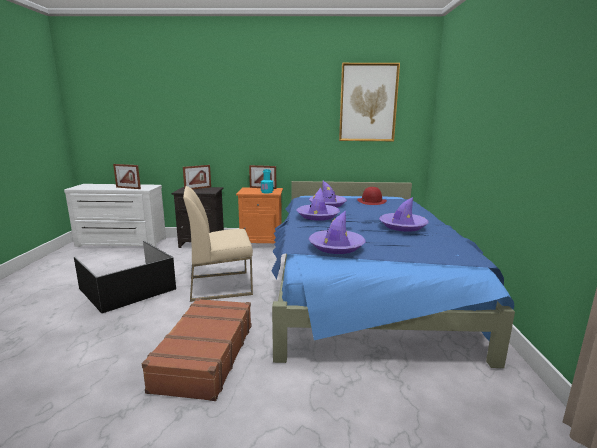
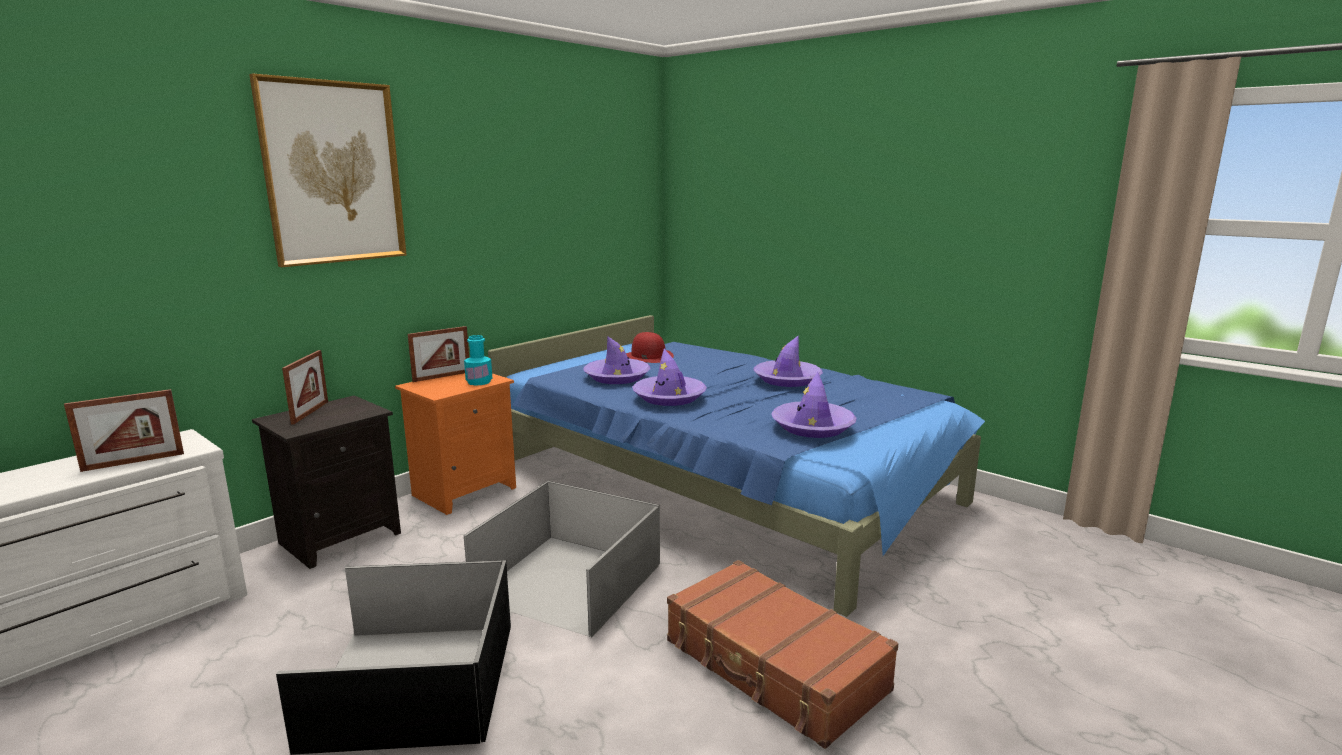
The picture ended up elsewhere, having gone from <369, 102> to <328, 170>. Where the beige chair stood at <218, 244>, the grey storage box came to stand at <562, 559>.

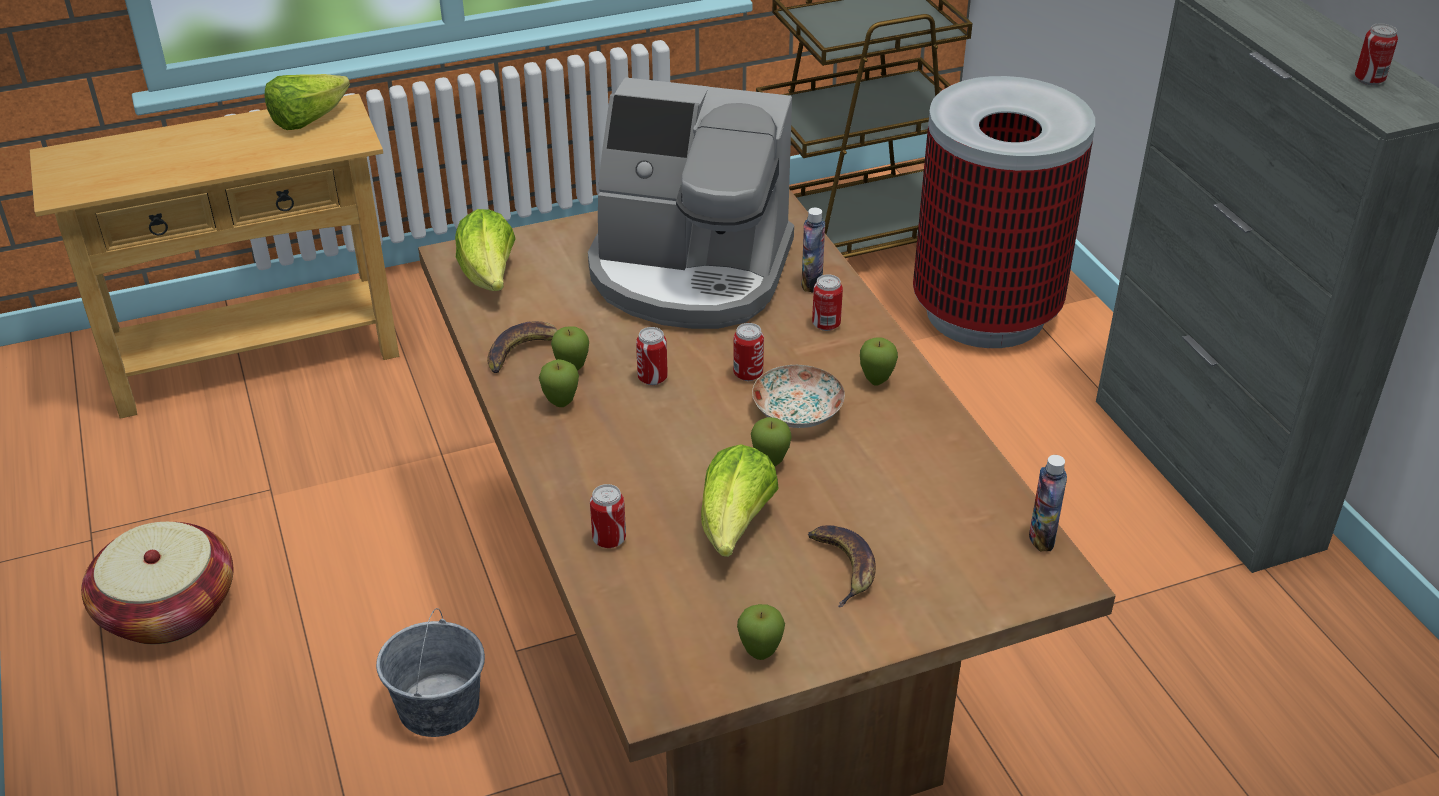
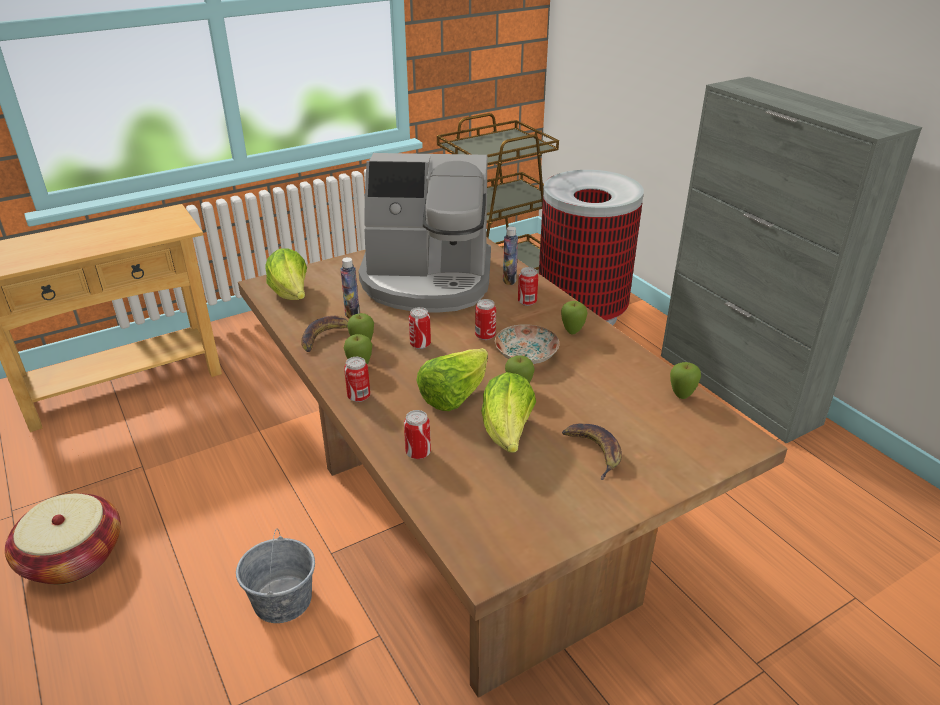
The lettuce ended up elsewhere, having gone from <307, 102> to <452, 379>. The apple ended up elsewhere, having gone from <761, 632> to <685, 380>. The bottle ended up elsewhere, having gone from <1048, 503> to <350, 288>. The can ended up elsewhere, having gone from <1376, 54> to <357, 379>.

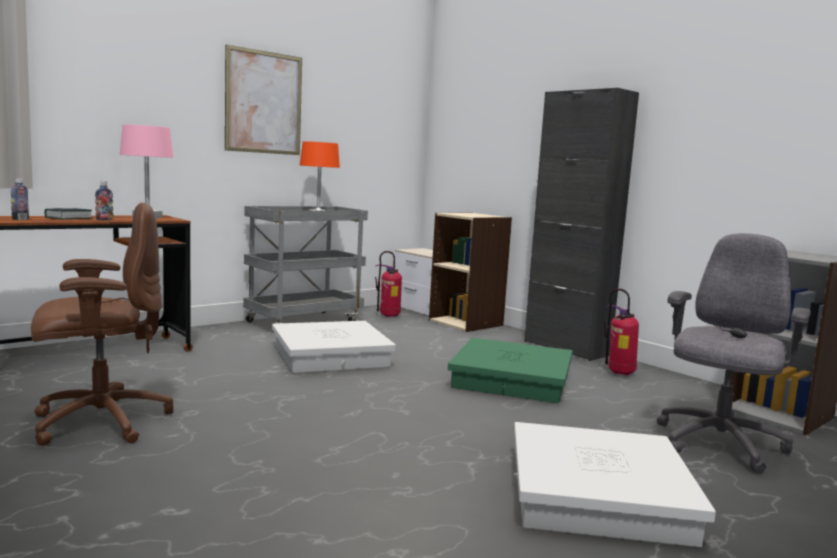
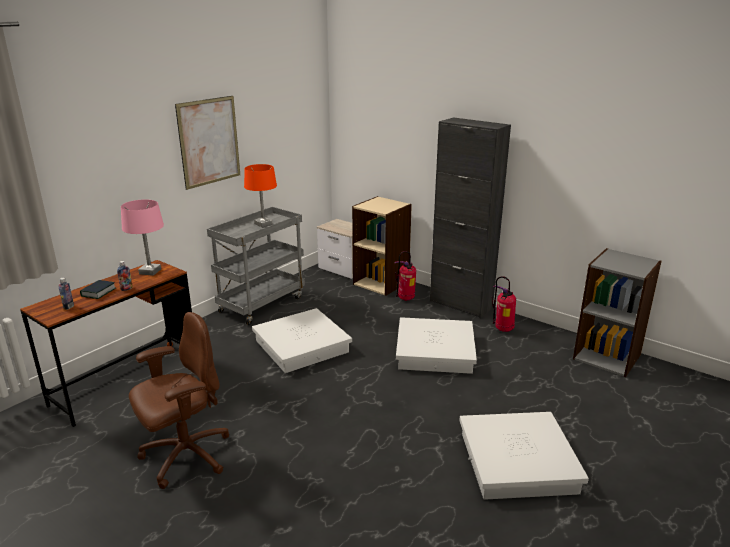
The second view lost the grey office chair at <734, 353>. The fire extinguisher ended up elsewhere, having gone from <388, 284> to <405, 276>. What was the green storage box at <510, 370> turned into the white storage box at <436, 345>.

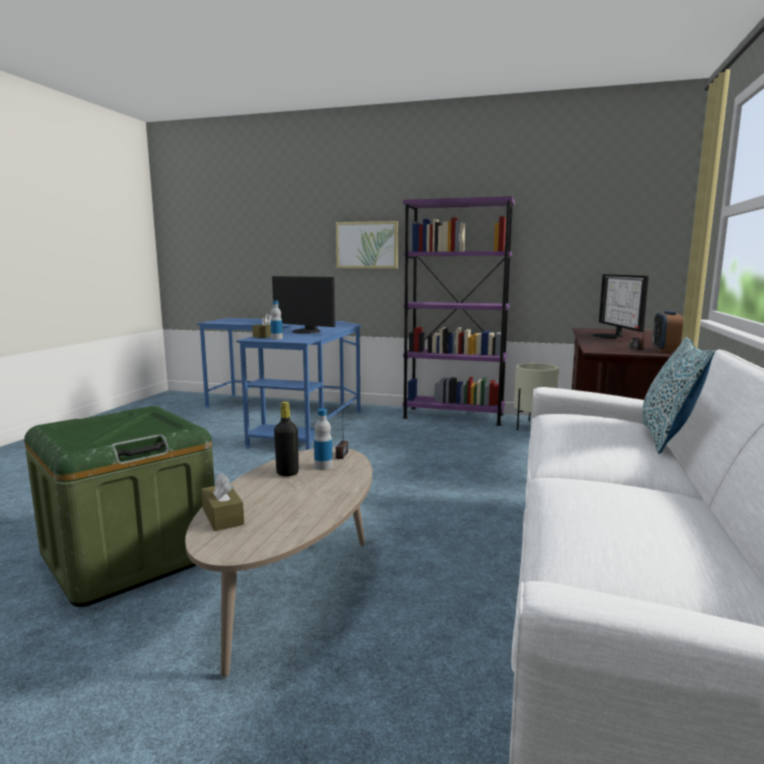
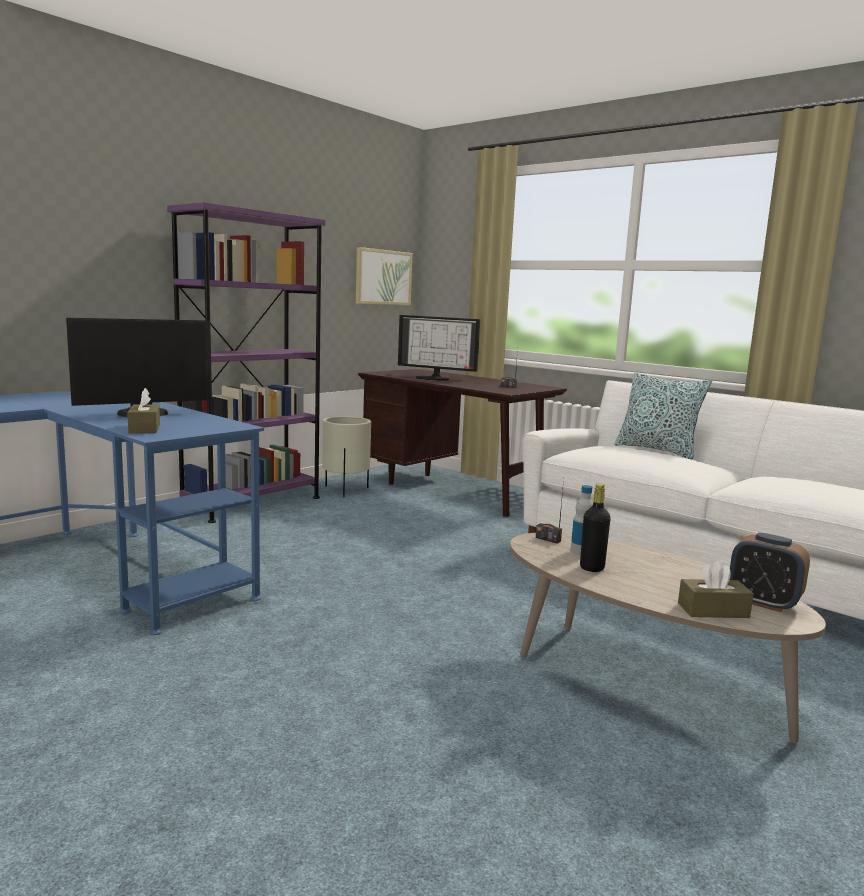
The second view lost the green storage box at <119, 506>. The second view lost the bottle at <276, 320>. The picture ended up elsewhere, having gone from <367, 244> to <384, 276>. The alarm clock ended up elsewhere, having gone from <667, 331> to <770, 572>.

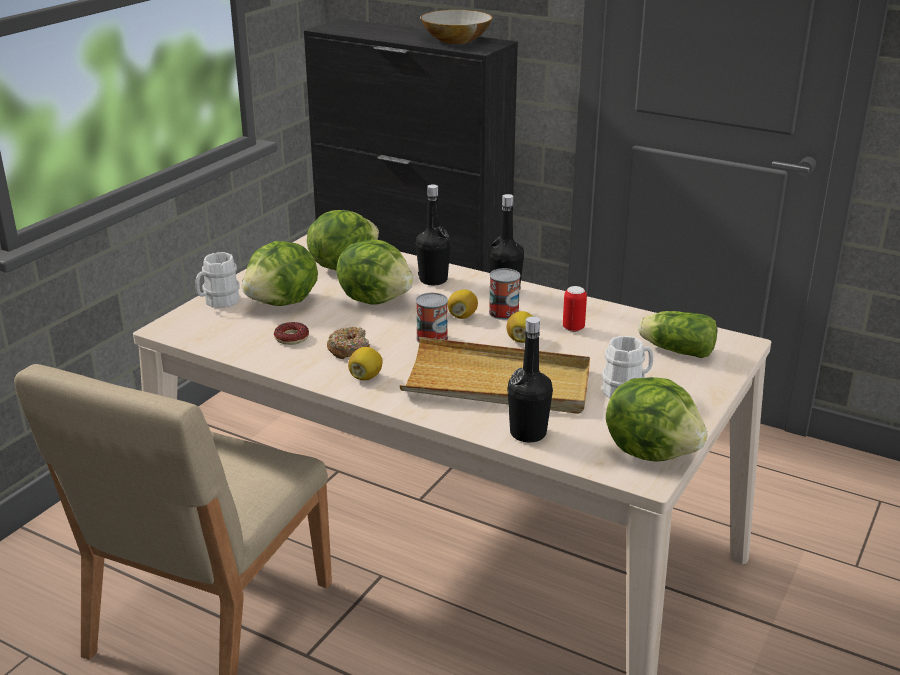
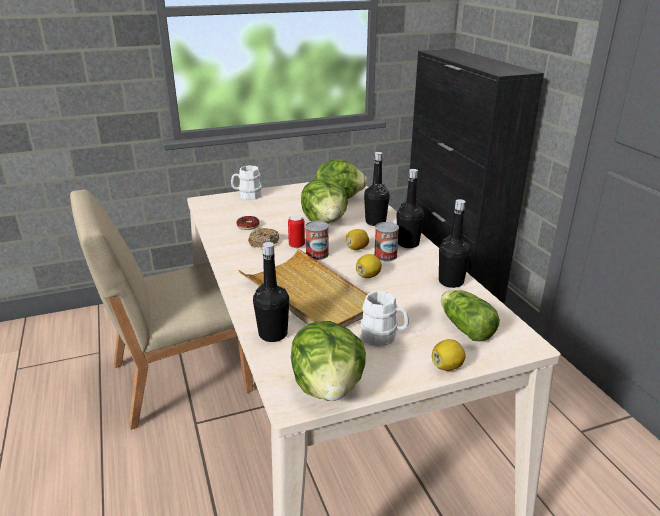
The second view lost the lettuce at <280, 273>. The second view lost the bowl at <456, 27>. The second view gained the black bottle at <455, 243>. The lemon ended up elsewhere, having gone from <365, 364> to <449, 355>. The can ended up elsewhere, having gone from <575, 309> to <296, 231>.

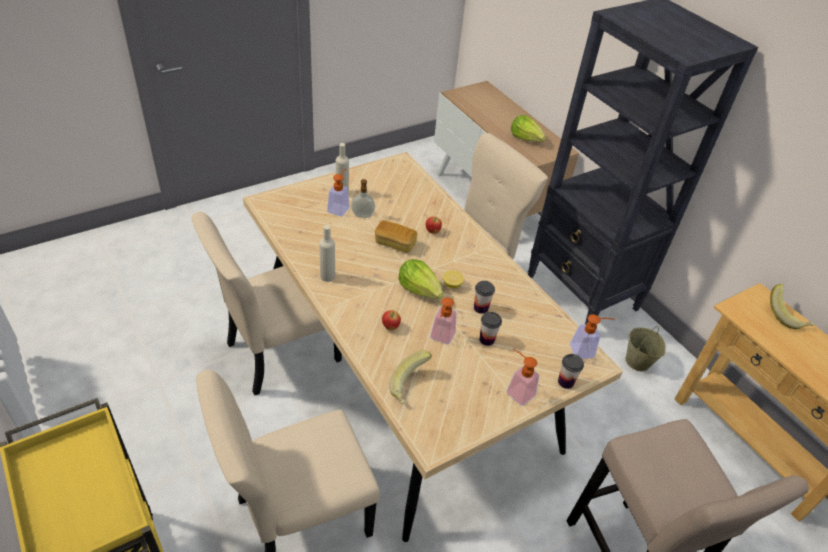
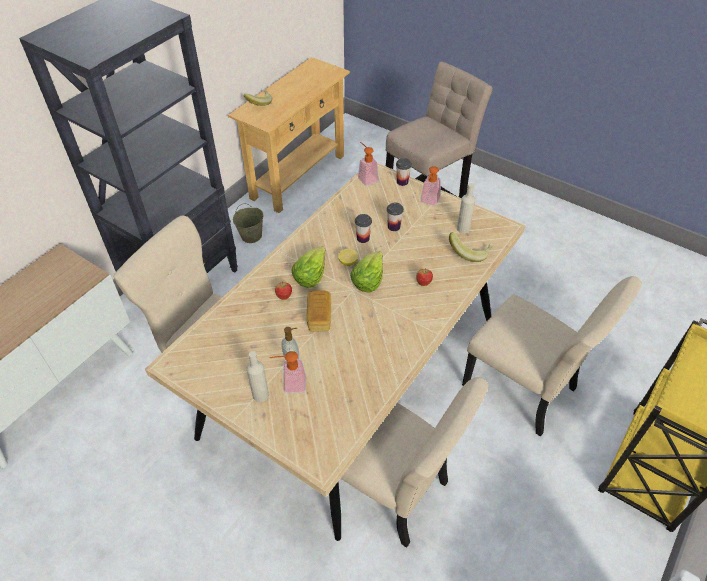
The second view lost the soap dispenser at <443, 321>. The beige bottle ended up elsewhere, having gone from <327, 253> to <466, 208>. The lettuce ended up elsewhere, having gone from <528, 128> to <308, 267>.

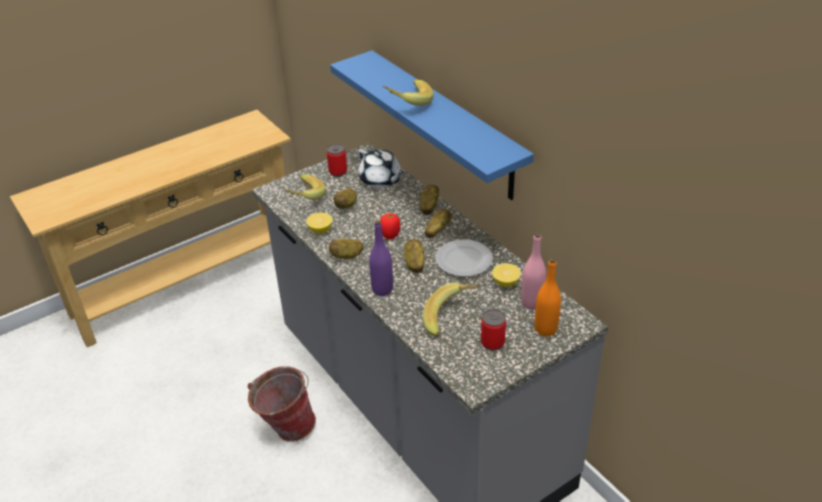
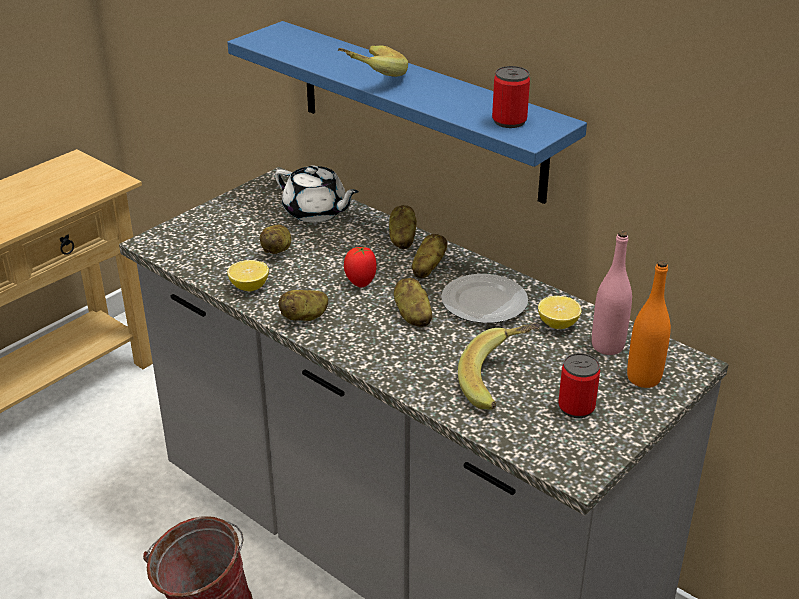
The second view lost the banana at <305, 187>. The second view lost the purple bottle at <381, 258>. The can ended up elsewhere, having gone from <337, 160> to <511, 97>.

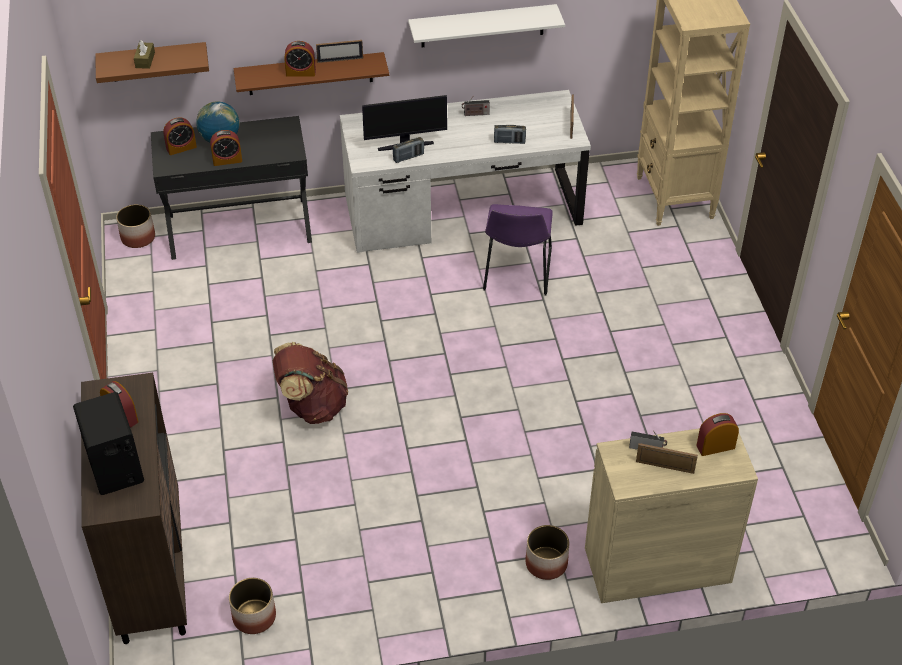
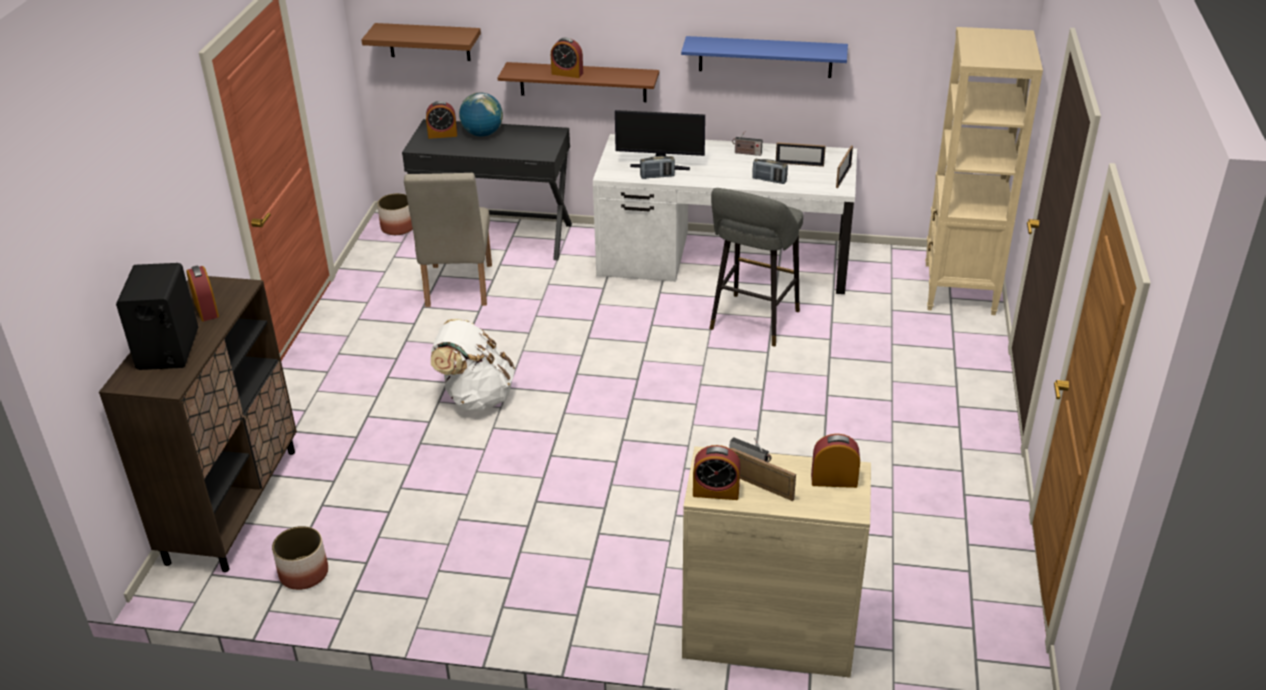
The second view lost the brown tissue box at <144, 54>. The second view lost the planter at <547, 552>. The second view gained the beige chair at <448, 240>. The alarm clock ended up elsewhere, having gone from <226, 148> to <716, 472>. The picture frame ended up elsewhere, having gone from <339, 51> to <801, 154>. Where the purple chair stood at <518, 250>, the grey stool came to stand at <756, 267>. What was the brown backpack at <310, 383> turned into the white backpack at <473, 365>. What was the white shelf at <486, 25> turned into the blue shelf at <764, 57>.

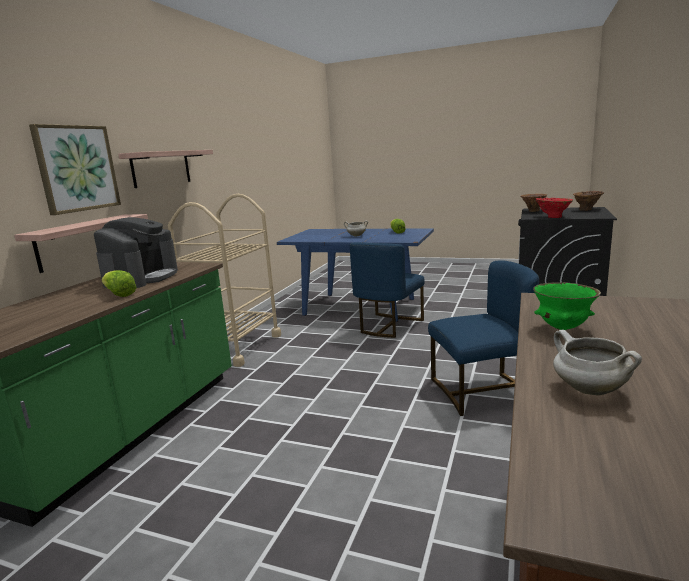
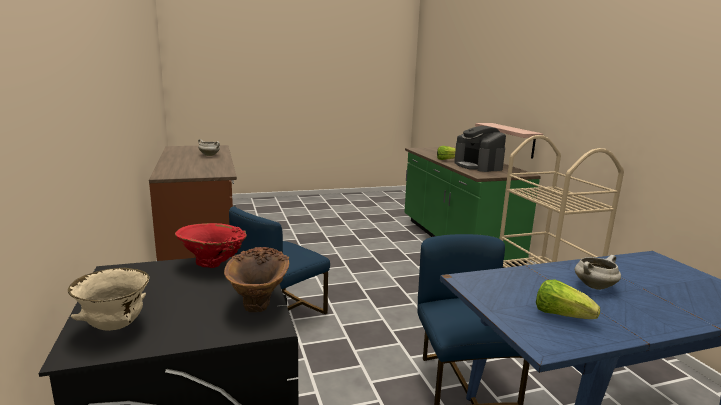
The second view lost the picture at <75, 169>. The second view lost the shelf at <166, 169>. The second view lost the green bowl at <567, 306>. Where the brown vase stood at <588, 201>, the beige bowl came to stand at <108, 299>.

